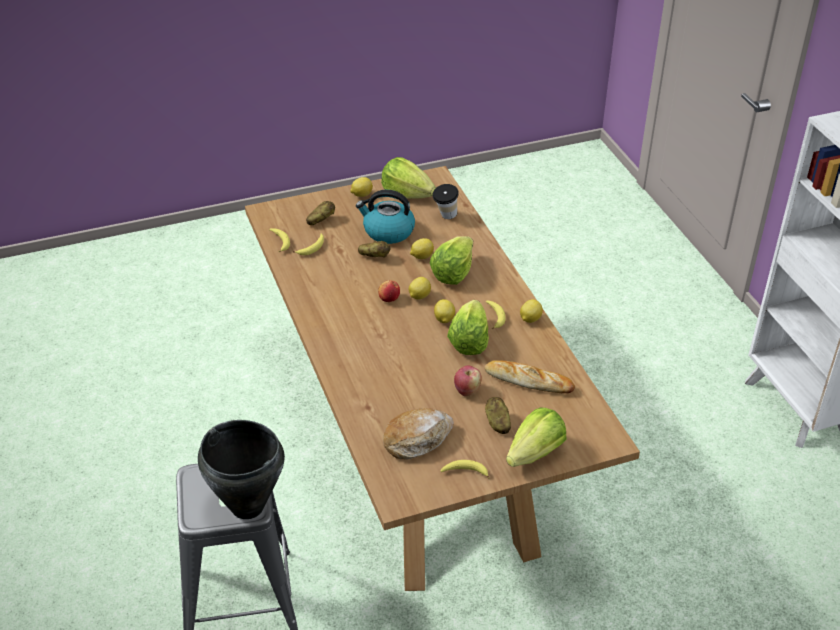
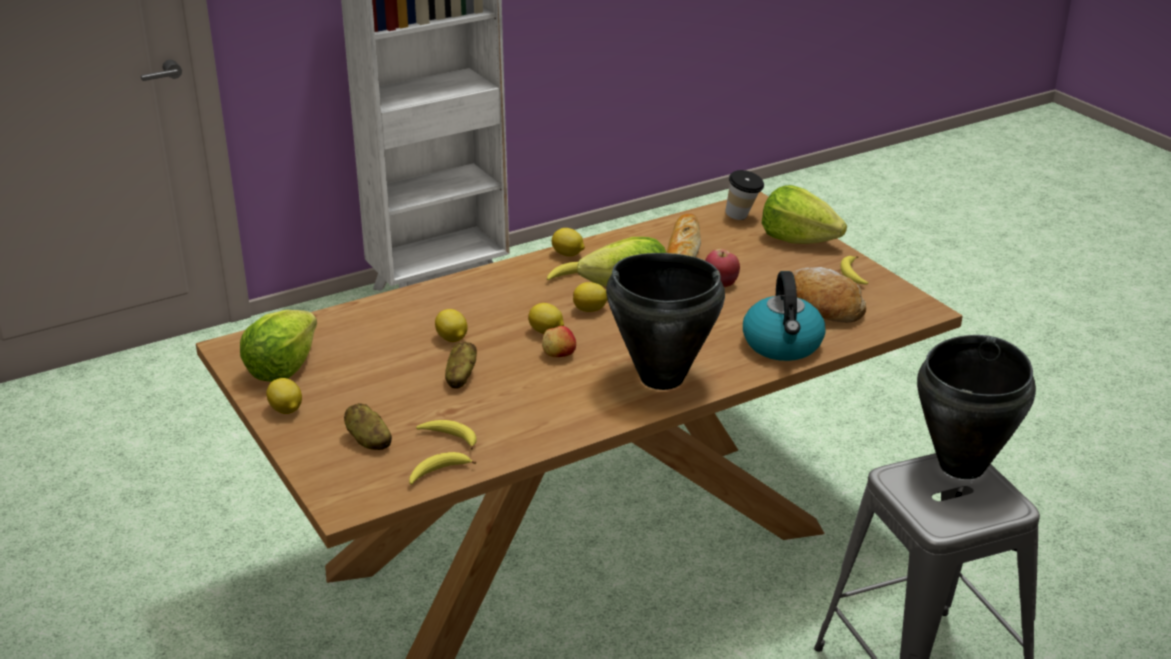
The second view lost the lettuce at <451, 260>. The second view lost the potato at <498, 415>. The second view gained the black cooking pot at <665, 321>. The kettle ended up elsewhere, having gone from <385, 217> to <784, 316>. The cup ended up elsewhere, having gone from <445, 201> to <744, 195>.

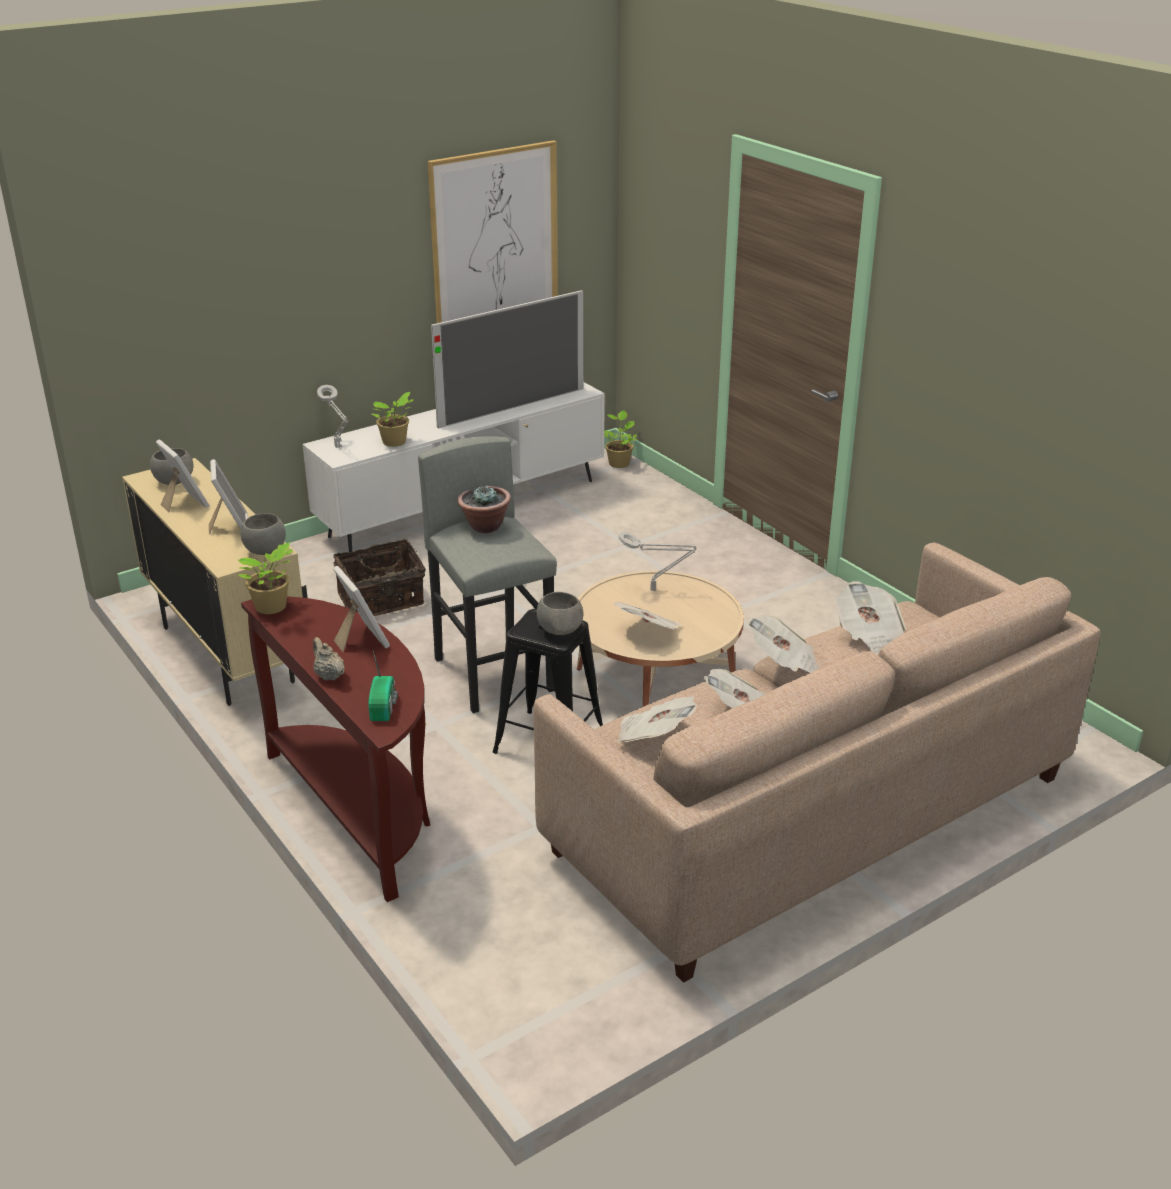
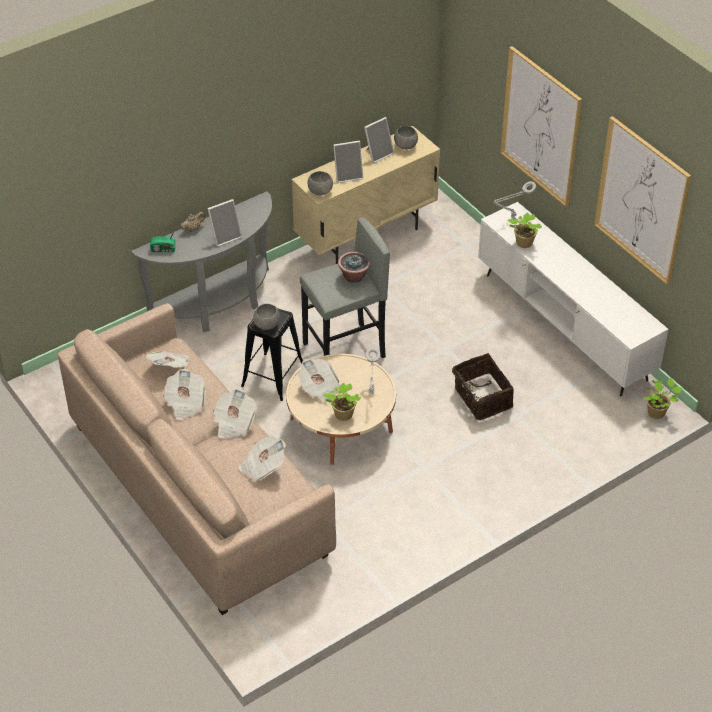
The second view lost the television at <507, 359>. The second view gained the picture at <541, 126>. The potted plant ended up elsewhere, having gone from <265, 578> to <342, 402>. The basket ended up elsewhere, having gone from <379, 577> to <483, 387>. What was the brown console table at <335, 749> turned into the grey console table at <201, 261>.

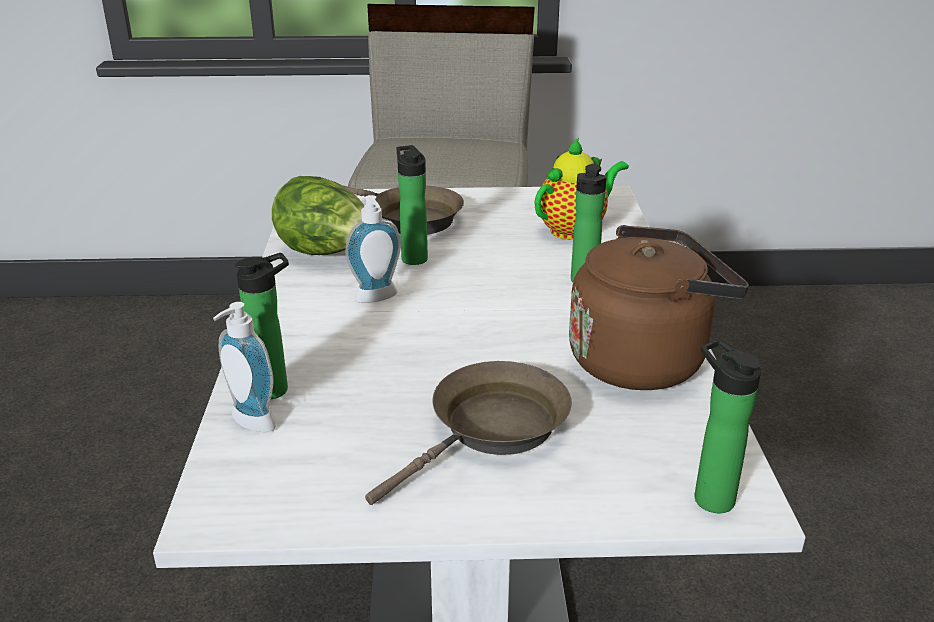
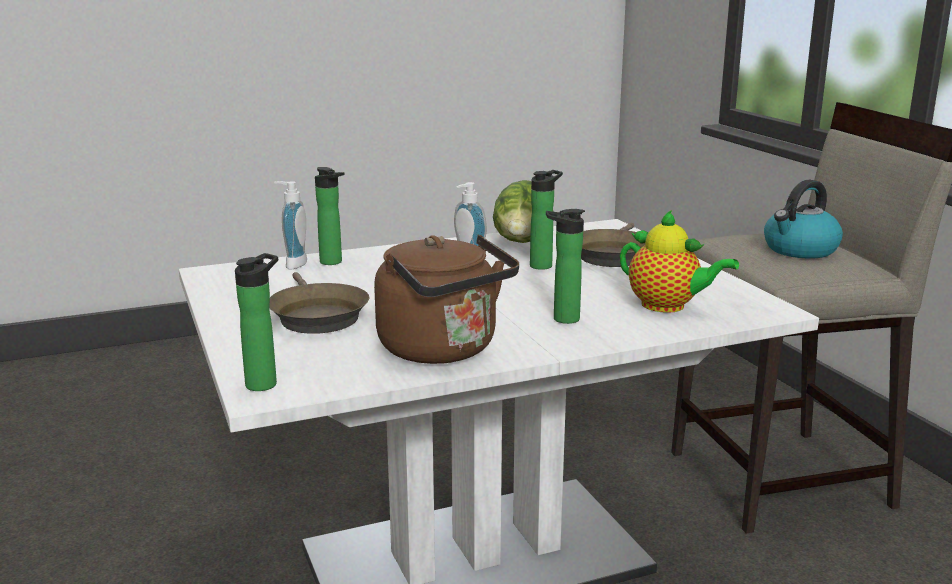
The second view gained the kettle at <803, 219>. The brown frying pan at <468, 433> ended up facing another way, 45 degrees clockwise from before.

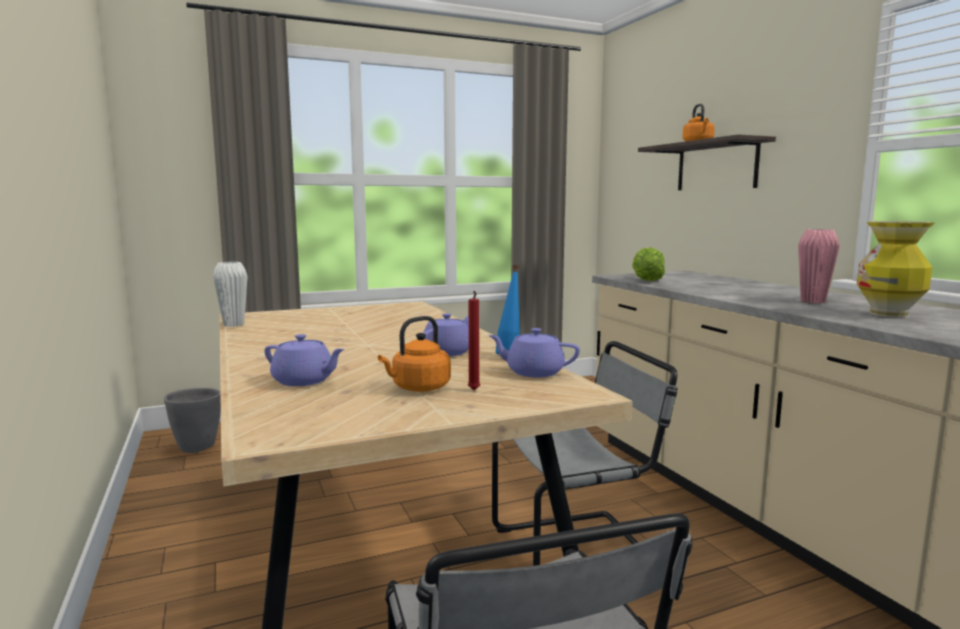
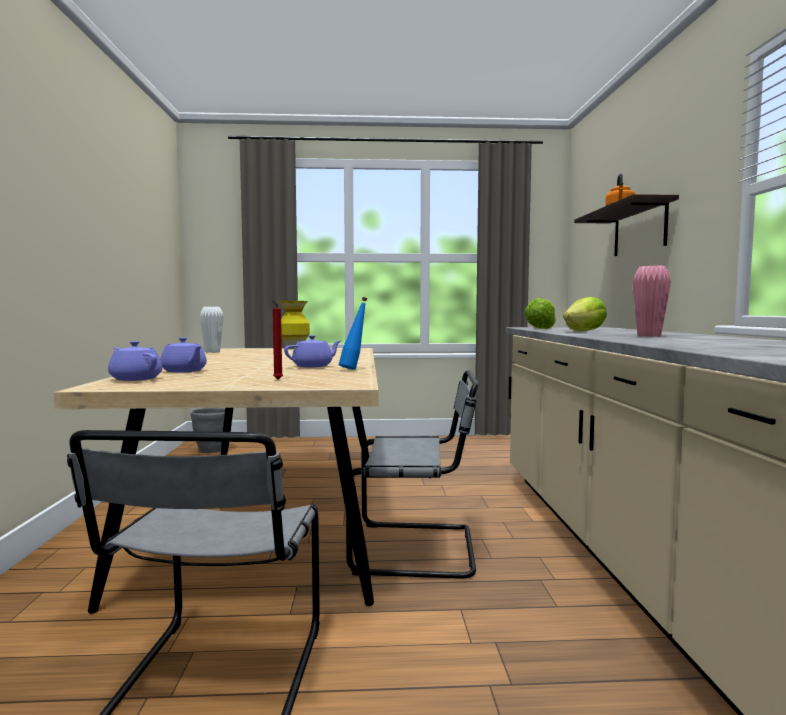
The second view lost the orange kettle at <414, 354>. The second view gained the lettuce at <585, 314>. The purple teapot ended up elsewhere, having gone from <534, 353> to <135, 361>. The vase ended up elsewhere, having gone from <896, 269> to <294, 325>.

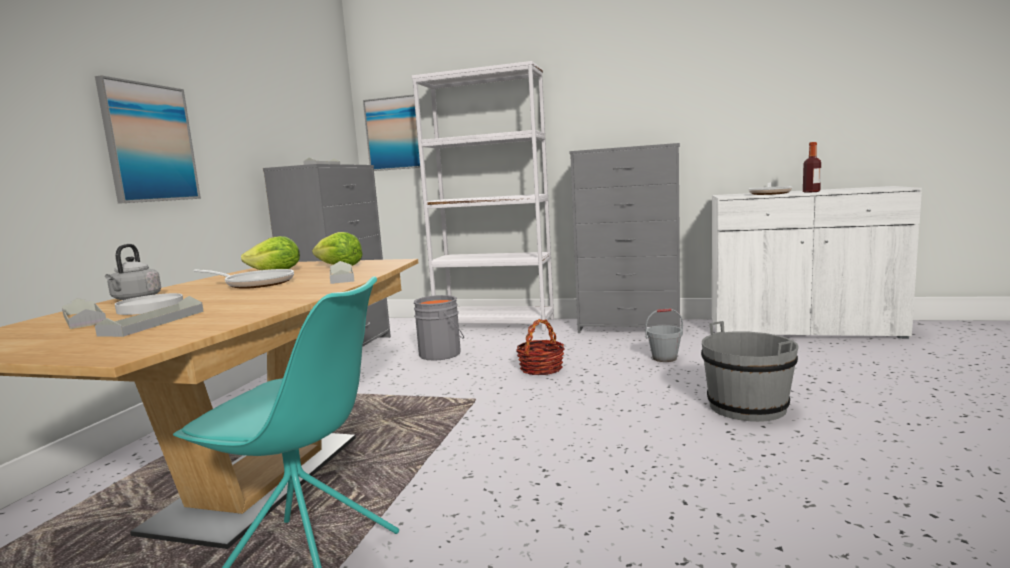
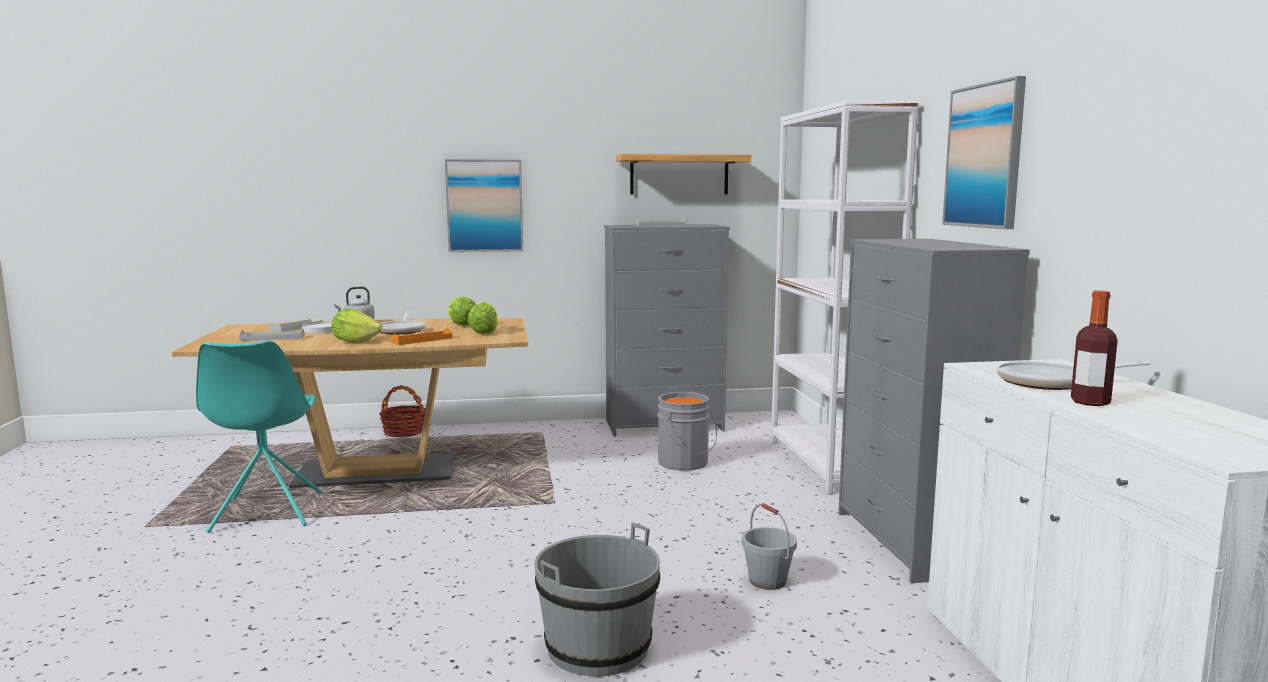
The second view gained the lettuce at <357, 326>. The second view gained the shelf at <683, 174>. The picture ended up elsewhere, having gone from <391, 133> to <984, 152>. The basket ended up elsewhere, having gone from <540, 347> to <402, 411>. What was the grey tray at <342, 272> turned into the orange tray at <421, 336>.

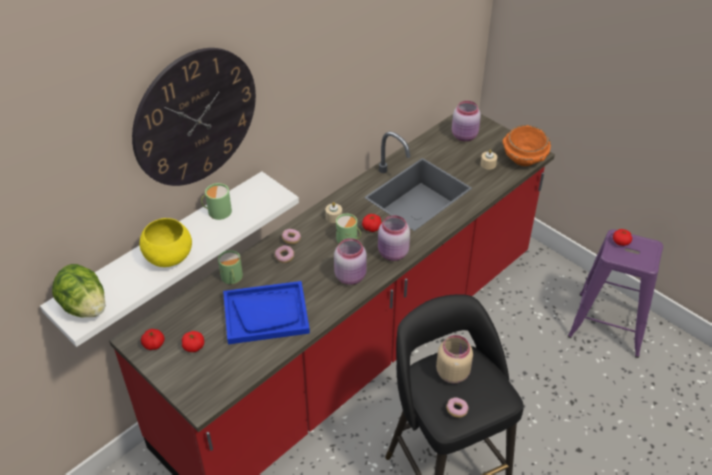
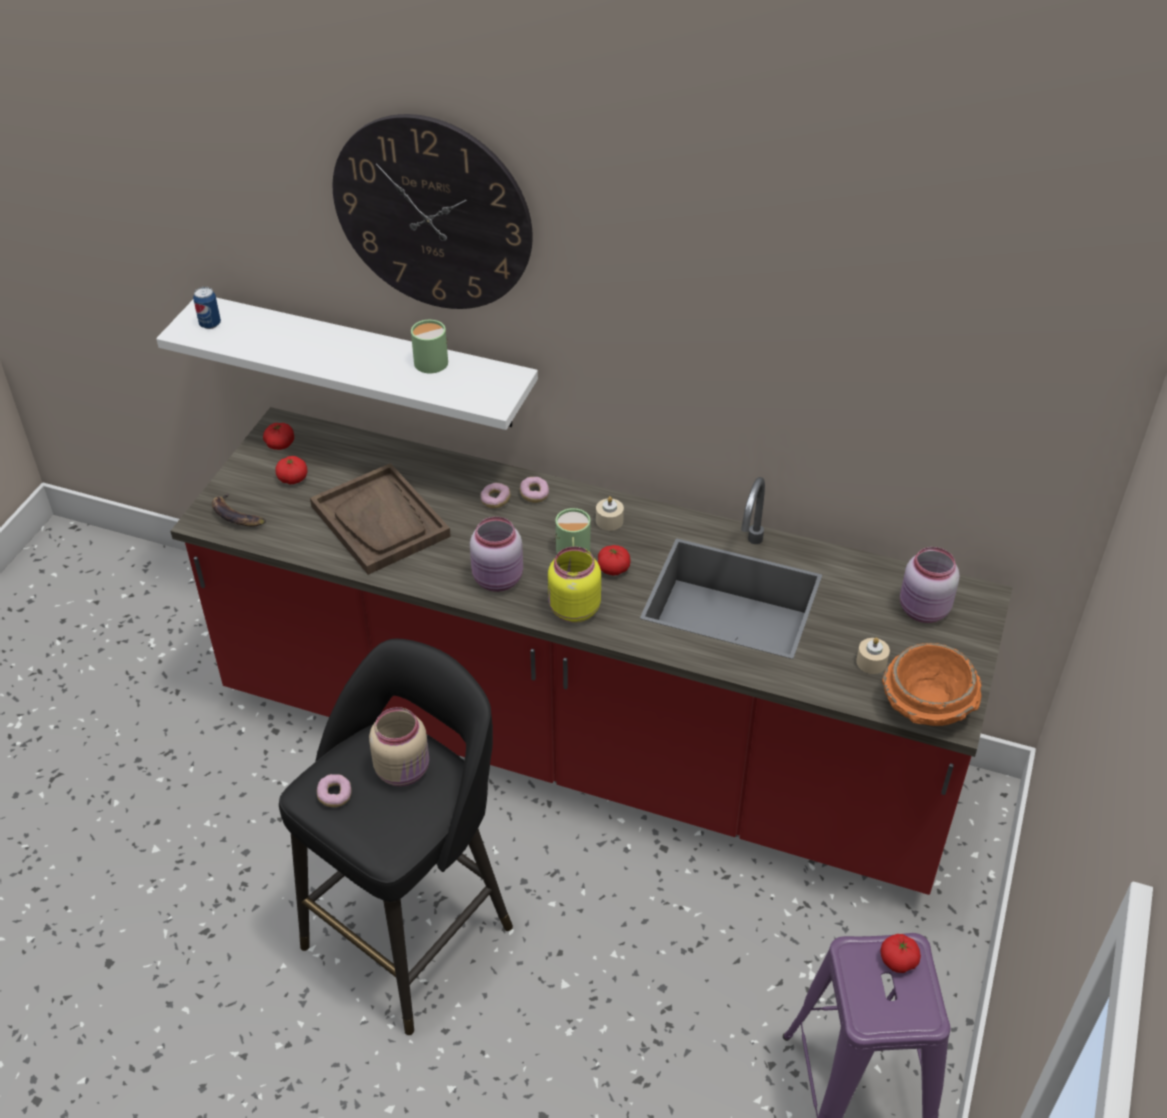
The second view lost the yellow bowl at <165, 242>. The second view lost the green mug at <230, 267>. The second view gained the banana at <239, 510>. Where the lettuce stood at <78, 290>, the can came to stand at <207, 308>. What was the blue tray at <266, 312> turned into the brown tray at <380, 519>. What was the pink jar at <394, 238> turned into the yellow jar at <574, 585>.

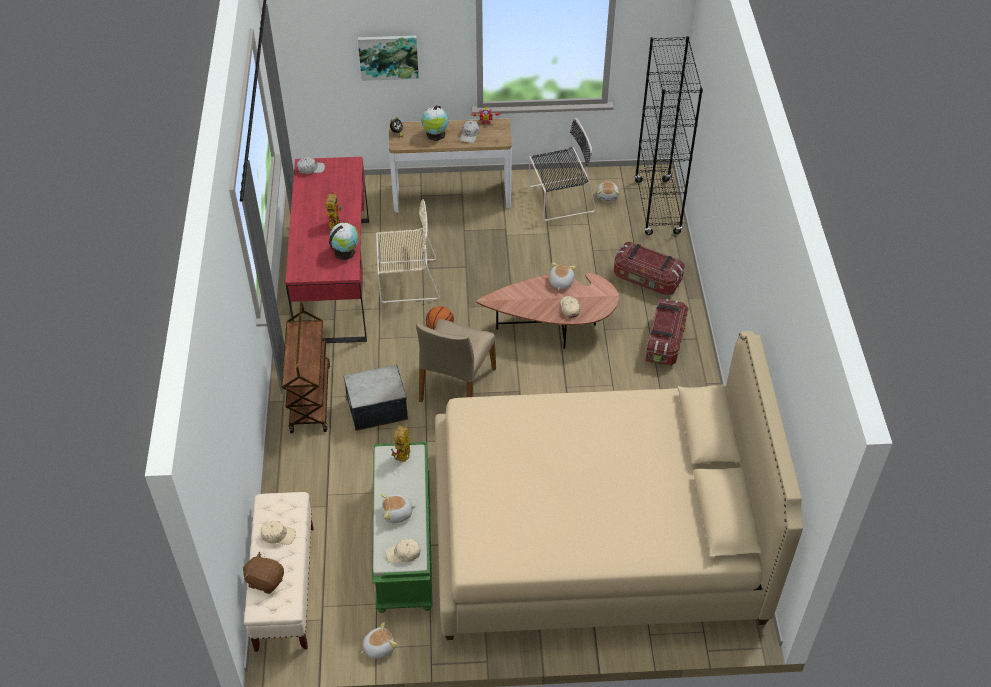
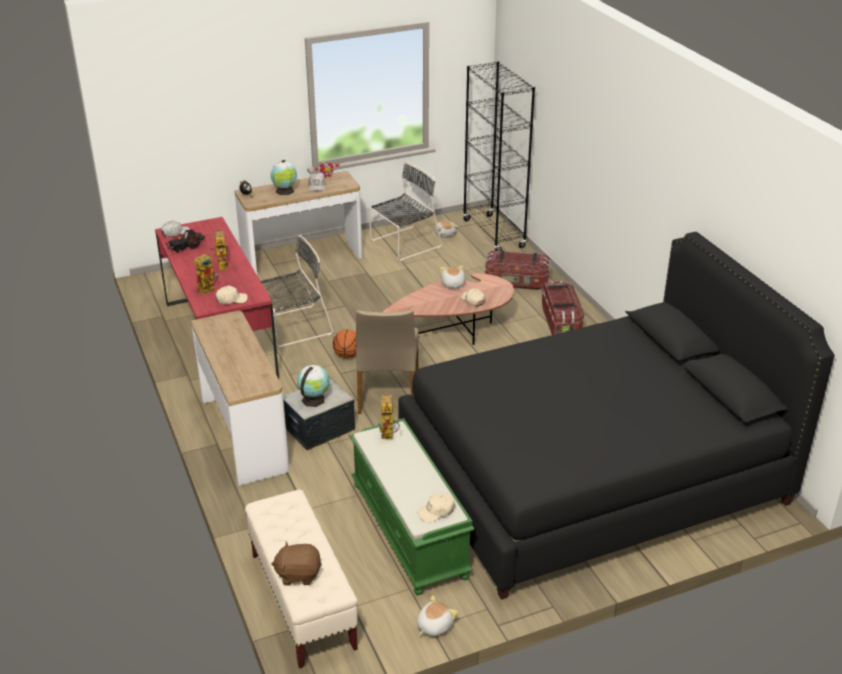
The second view lost the picture at <388, 58>. The second view lost the plush toy at <399, 508>. The second view gained the toy truck at <185, 241>. The second view gained the toy robot at <206, 273>. The beige cap ended up elsewhere, having gone from <278, 533> to <232, 294>. The globe ended up elsewhere, having gone from <344, 241> to <313, 386>. Where the brown cart stood at <305, 367>, the console table came to stand at <240, 398>. What was the beige chair at <408, 251> turned into the black chair at <297, 291>. What was the beige bed at <619, 485> turned into the black bed at <616, 416>.

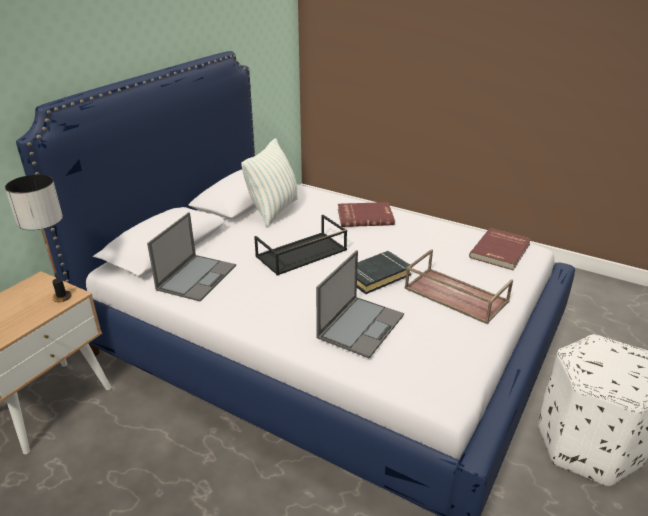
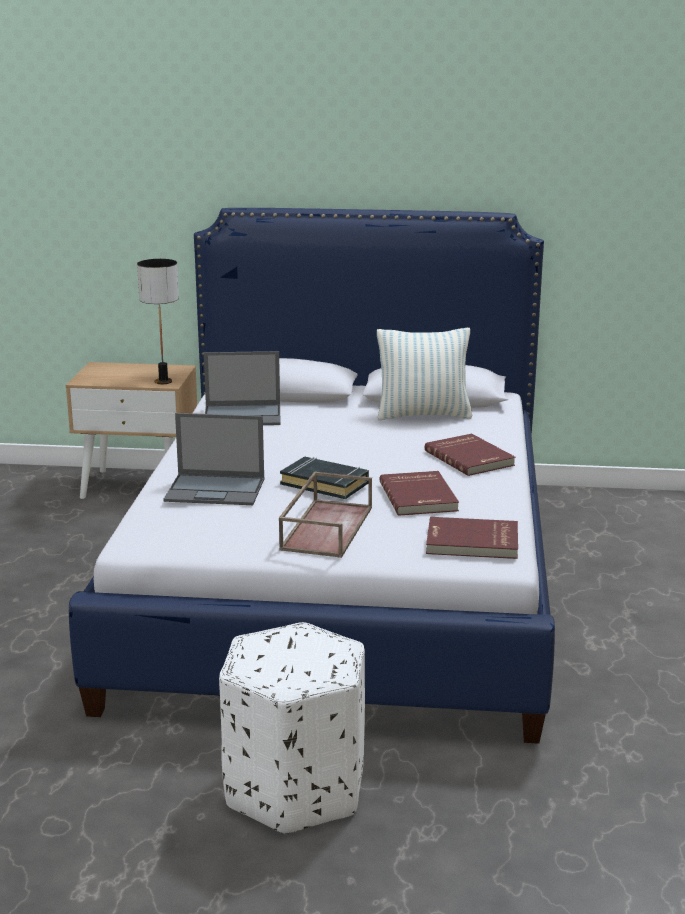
The second view lost the black tray at <300, 245>. The second view gained the red book at <419, 493>.

